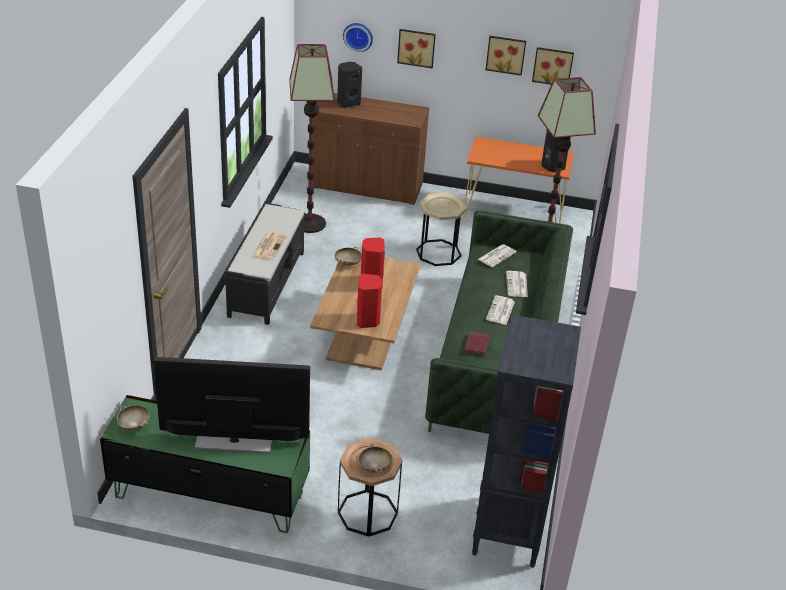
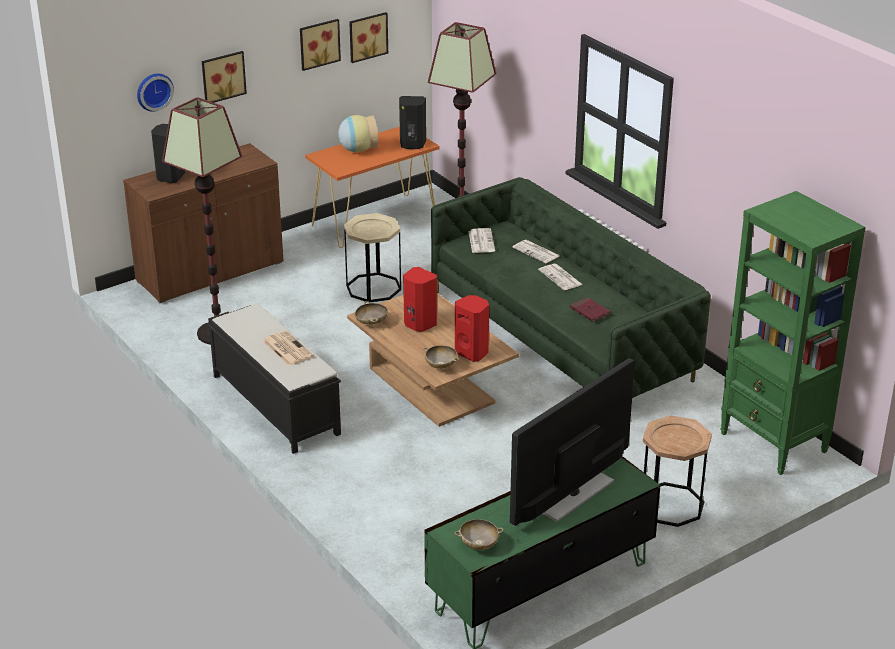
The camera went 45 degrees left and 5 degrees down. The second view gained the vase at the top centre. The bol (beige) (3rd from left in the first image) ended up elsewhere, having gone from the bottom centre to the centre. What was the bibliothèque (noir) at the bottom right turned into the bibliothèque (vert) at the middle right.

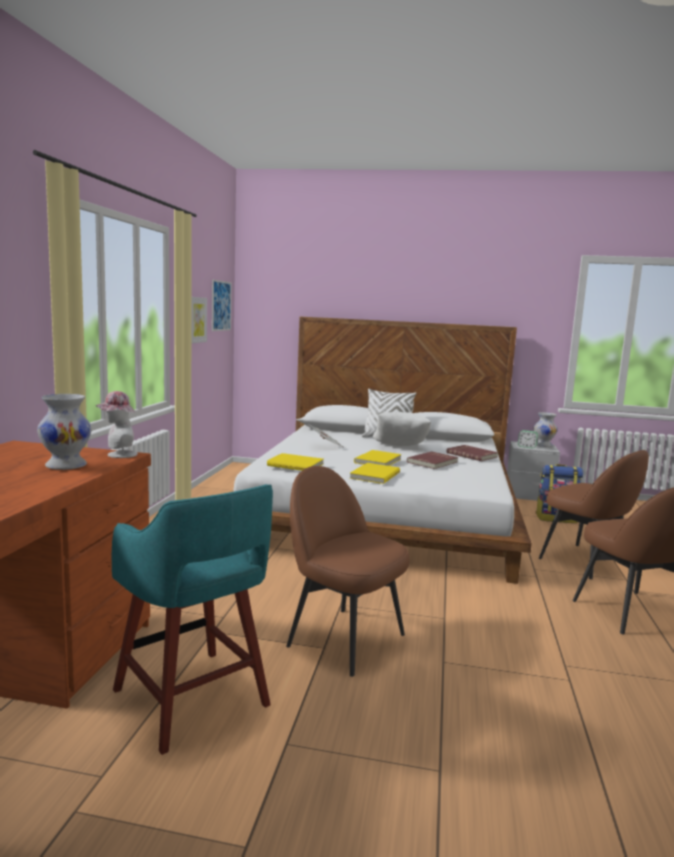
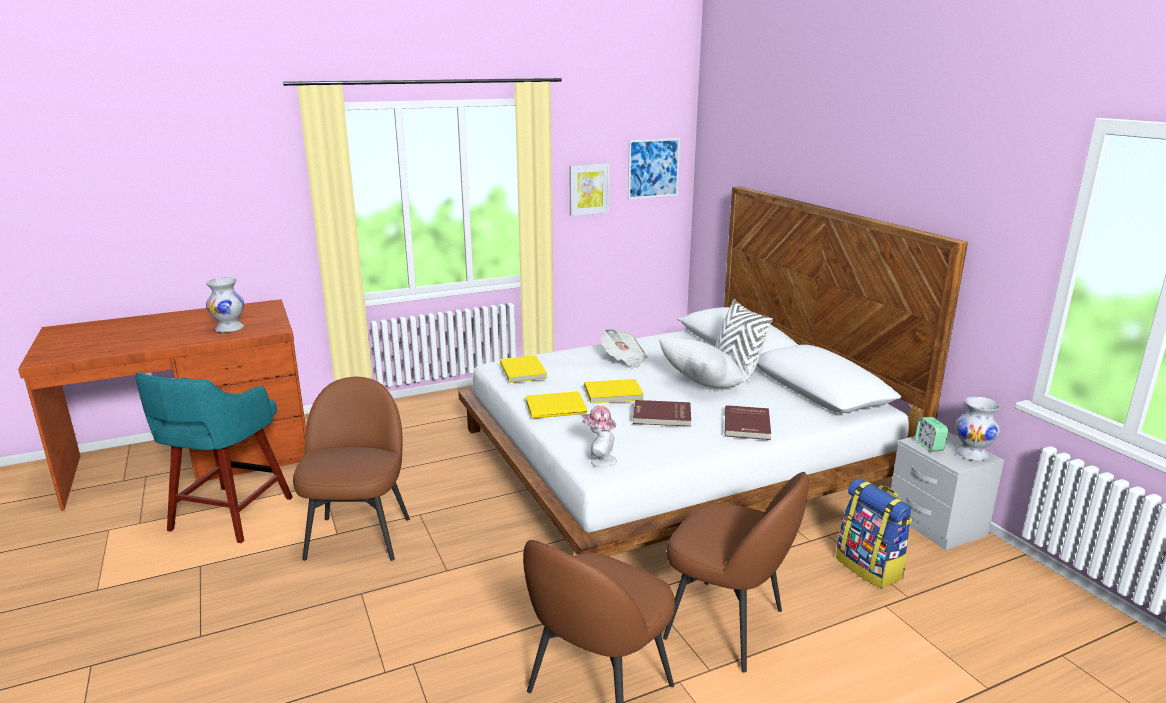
The camera went 55 degrees right and 10 degrees up. The chapeau ended up elsewhere, having gone from the middle left to the centre. The chaise (marron) (2nd from left in the first image) at the middle right ended up facing another way, 75 degrees counterclockwise from before.

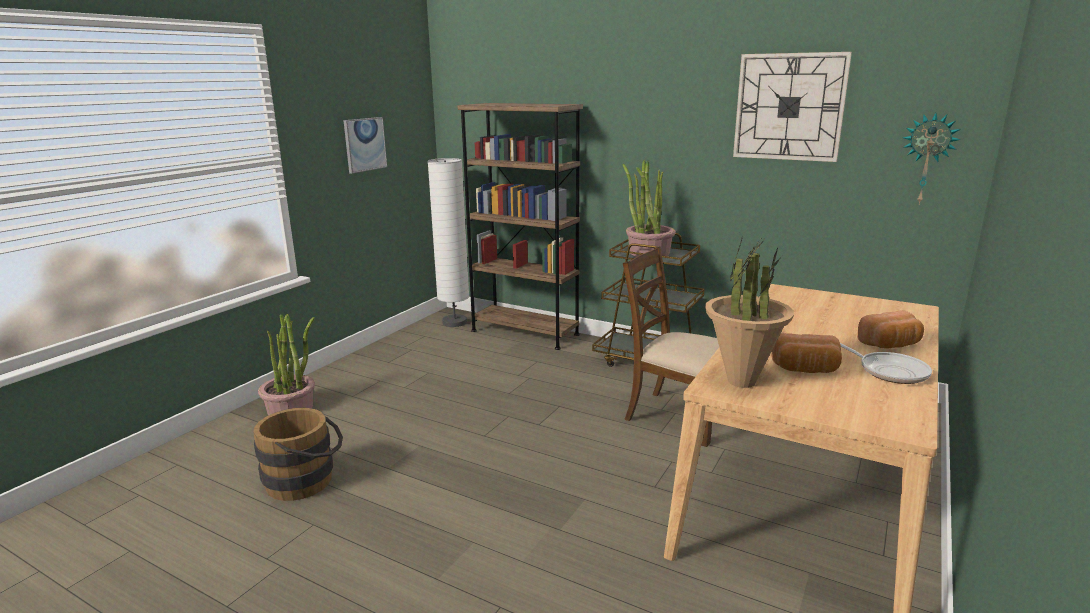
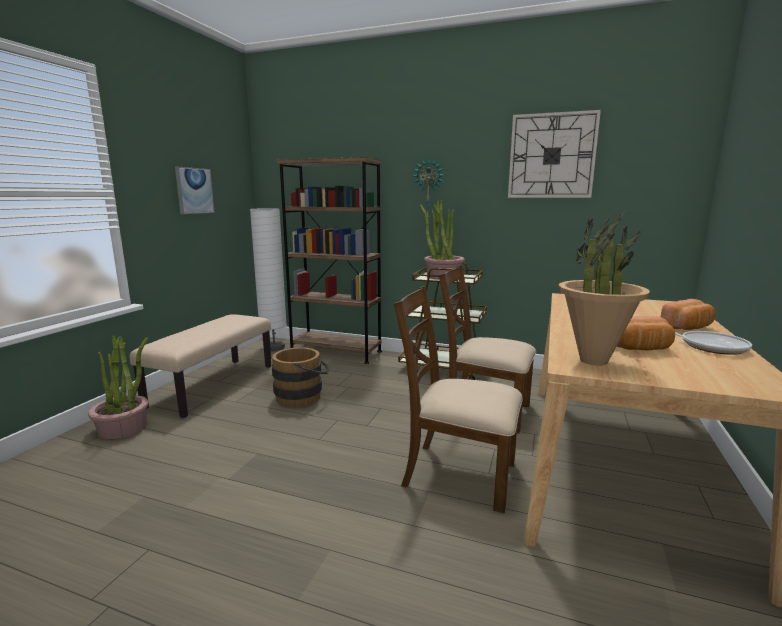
The camera went 10 degrees left and 5 degrees down. The second view gained the banc (beige) at the middle left. The second view gained the chaise (marron) (1st from left) at the centre. The seau (marron) ended up elsewhere, having gone from the bottom left to the centre. The horloge murale (2nd from left in the first image) ended up elsewhere, having gone from the top right to the top centre.

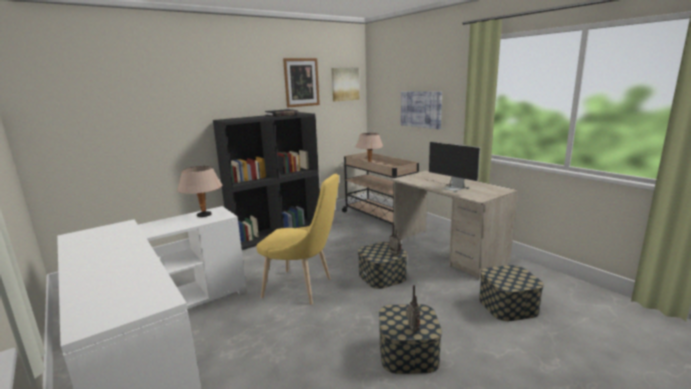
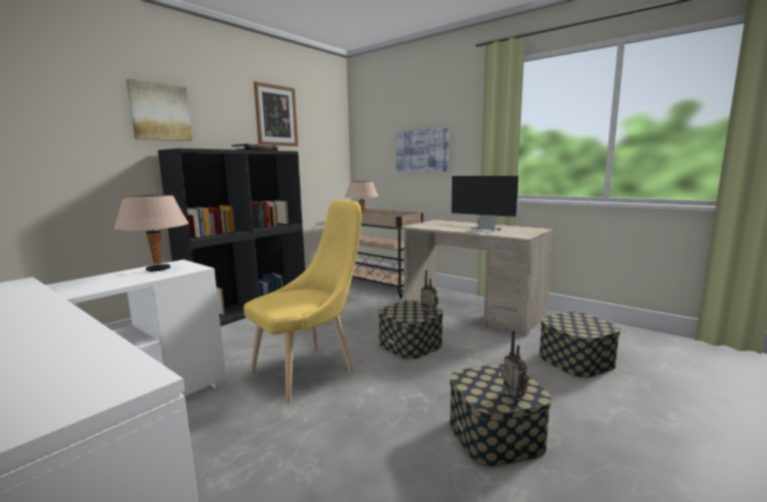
The camera went 15 degrees left and 5 degrees down. The tableau (2nd from left in the first image) ended up elsewhere, having gone from the top centre to the top left. The chaise (jaune) at the centre ended up facing another way, 45 degrees counterclockwise from before.

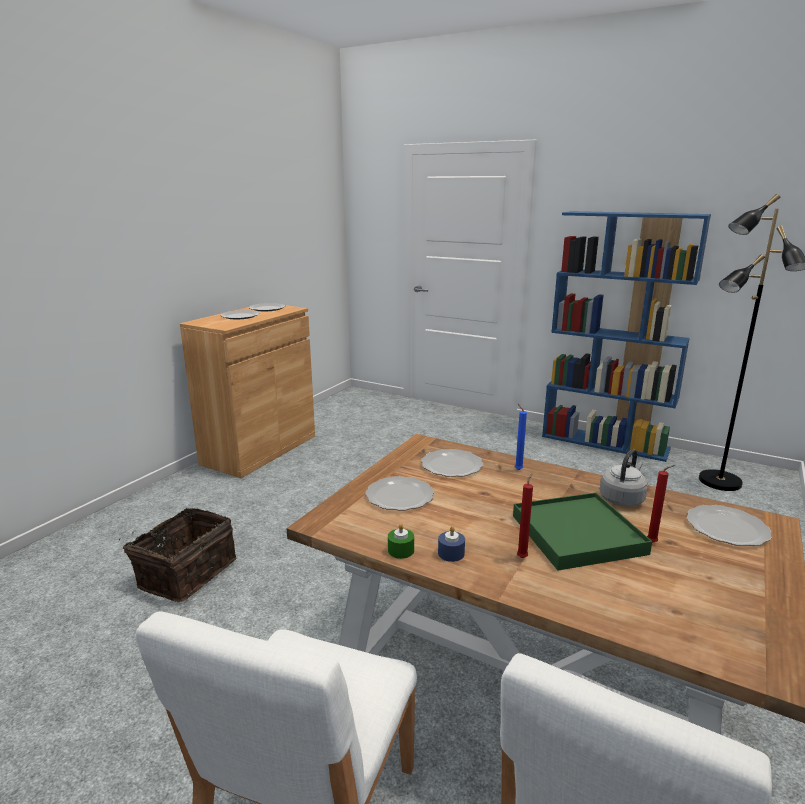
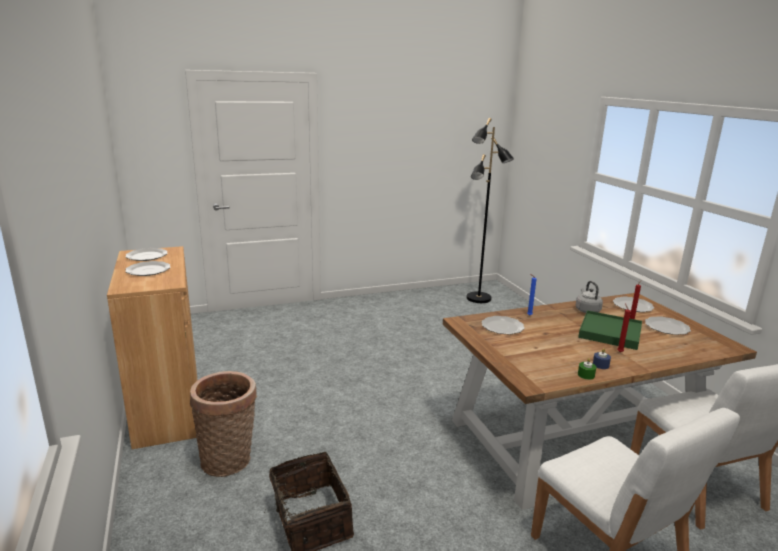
The camera went 50 degrees left and 0 degrees up. The second view lost the bibliothèque (bleu) at the middle right. The second view gained the panier (1st from left) at the bottom left. The assiette (3rd from left in the first image) ended up elsewhere, having gone from the centre to the middle right.

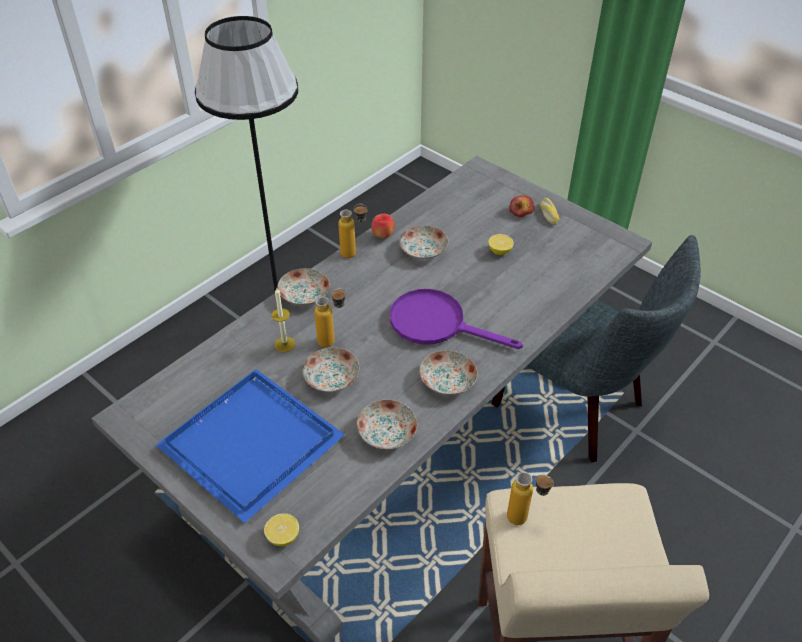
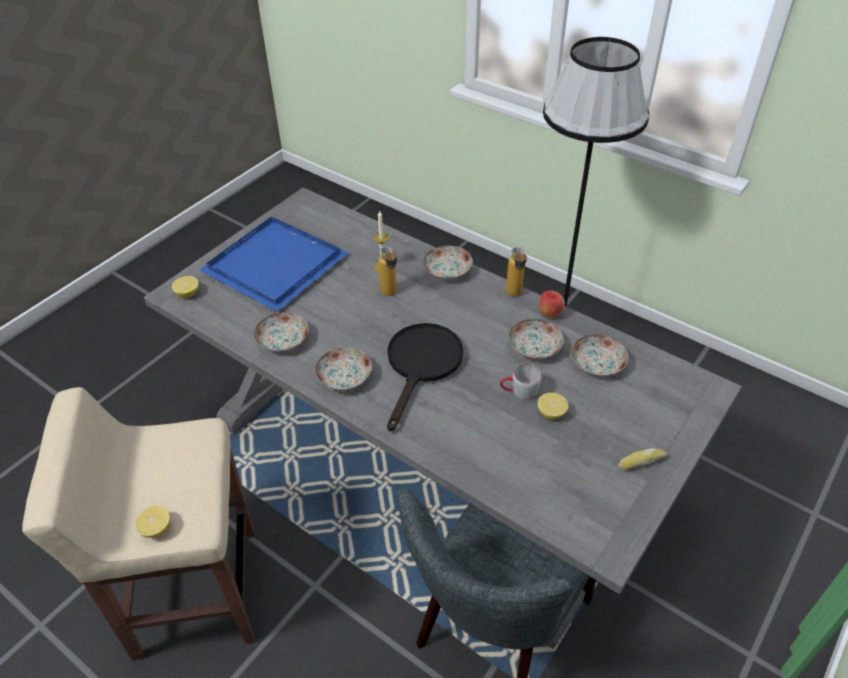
The camera went 85 degrees right and 0 degrees up. The second view lost the bouteille (3rd from left) at the bottom centre. The second view lost the pomme (2nd from left) at the top centre. The second view gained the citron (1st from left) at the bottom left. The second view gained the mug (gris) at the centre. The assiette (2nd from left in the first image) ended up elsewhere, having gone from the centre to the middle right. What was the poêle (violet) at the centre turned into the poêle (noir) at the centre.

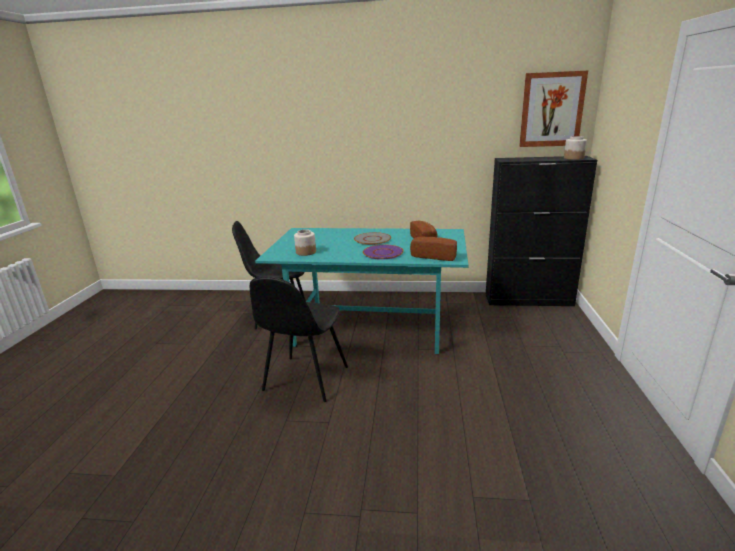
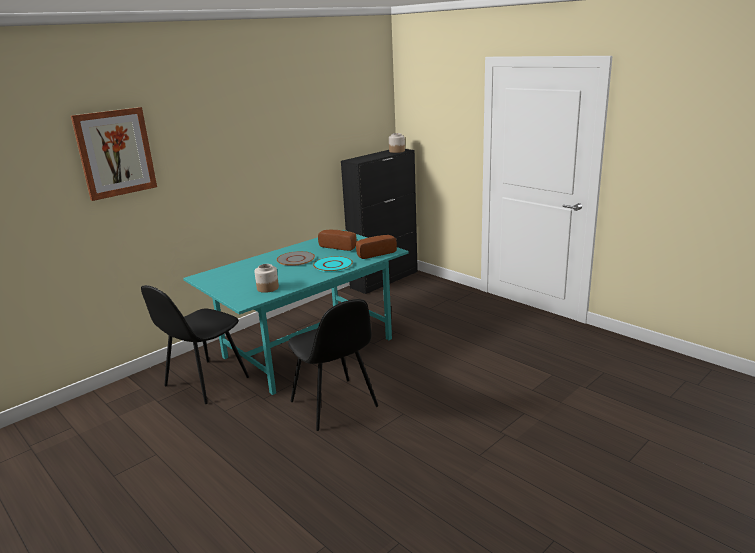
The camera went 50 degrees left and 0 degrees up. The tableau ended up elsewhere, having gone from the top right to the top left. What was the assiette (violet) at the centre turned into the assiette (turquoise) at the centre.

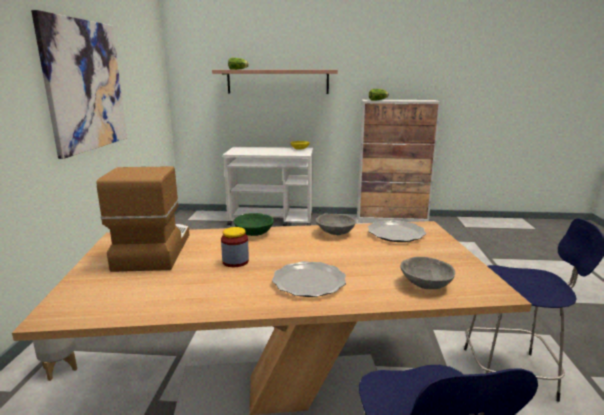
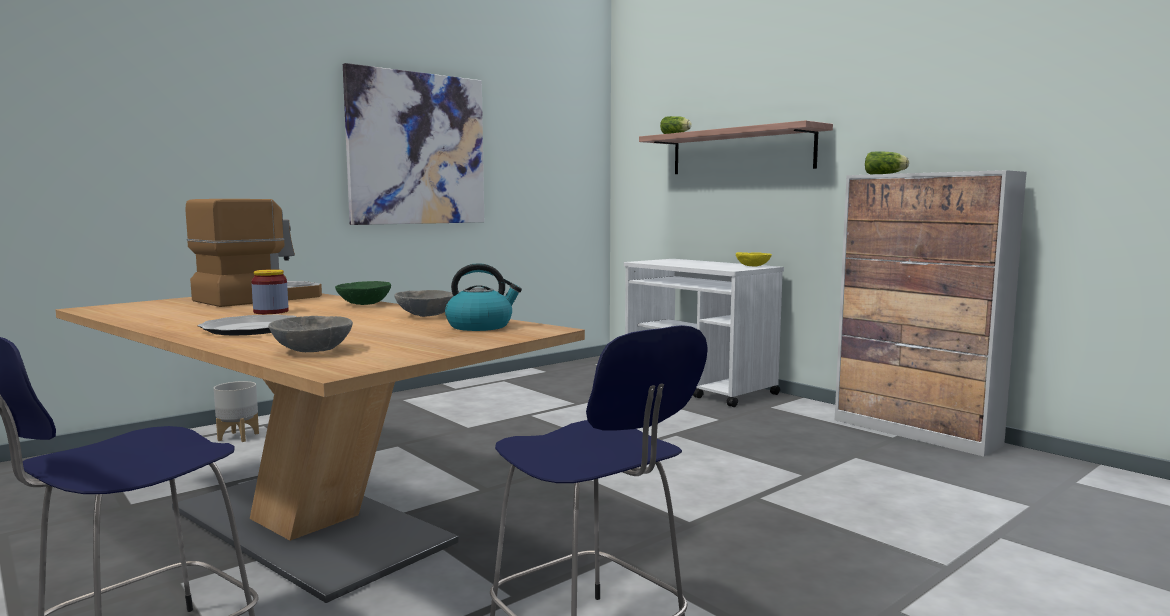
The camera went 45 degrees right and 10 degrees down. Where the assiette (2nd from left) stood at the centre, the bouilloire came to stand at the centre.

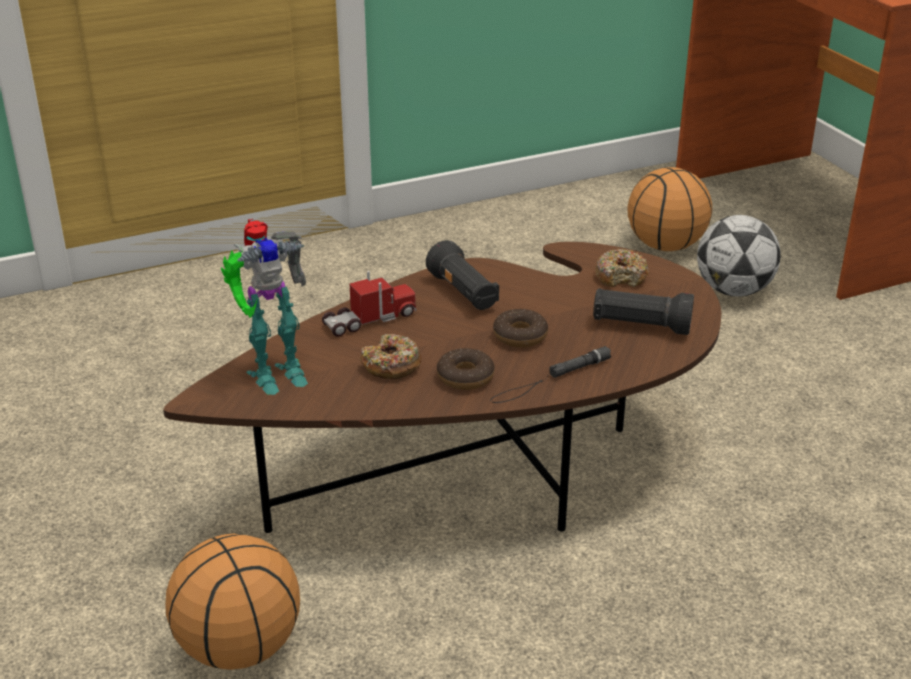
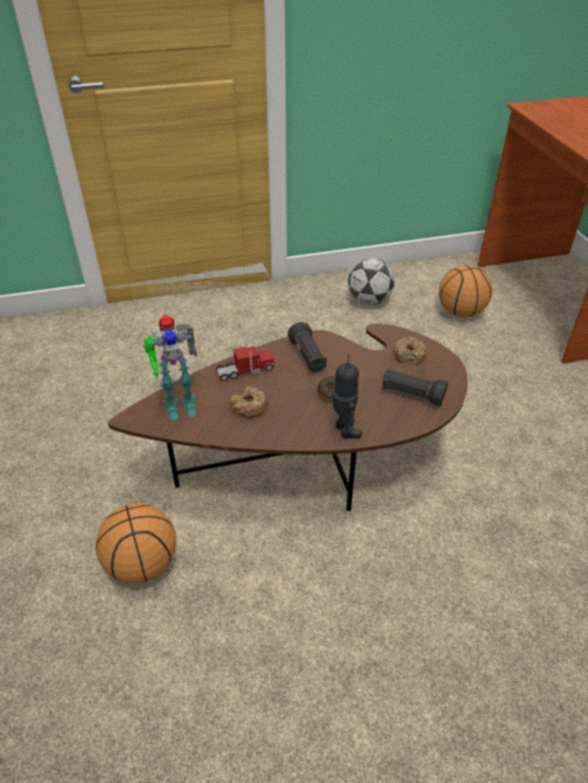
The camera went 10 degrees right and 10 degrees up. The second view lost the beignet (2nd from left) at the centre. The ballon de foot ended up elsewhere, having gone from the middle right to the centre. Where the lampe de poche (noir) (2nd from left) stood at the centre, the robot jouet (2nd from left) came to stand at the centre.

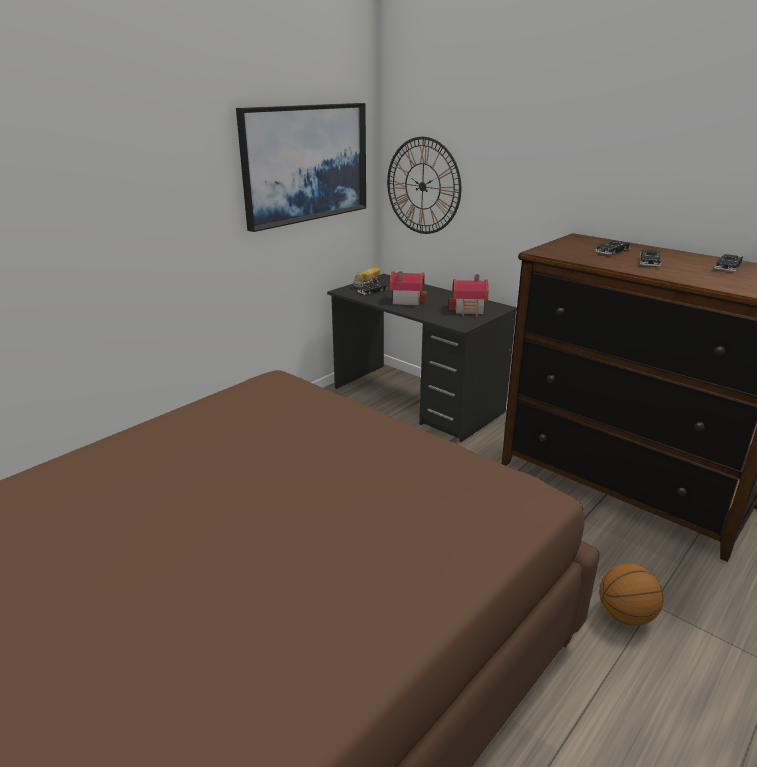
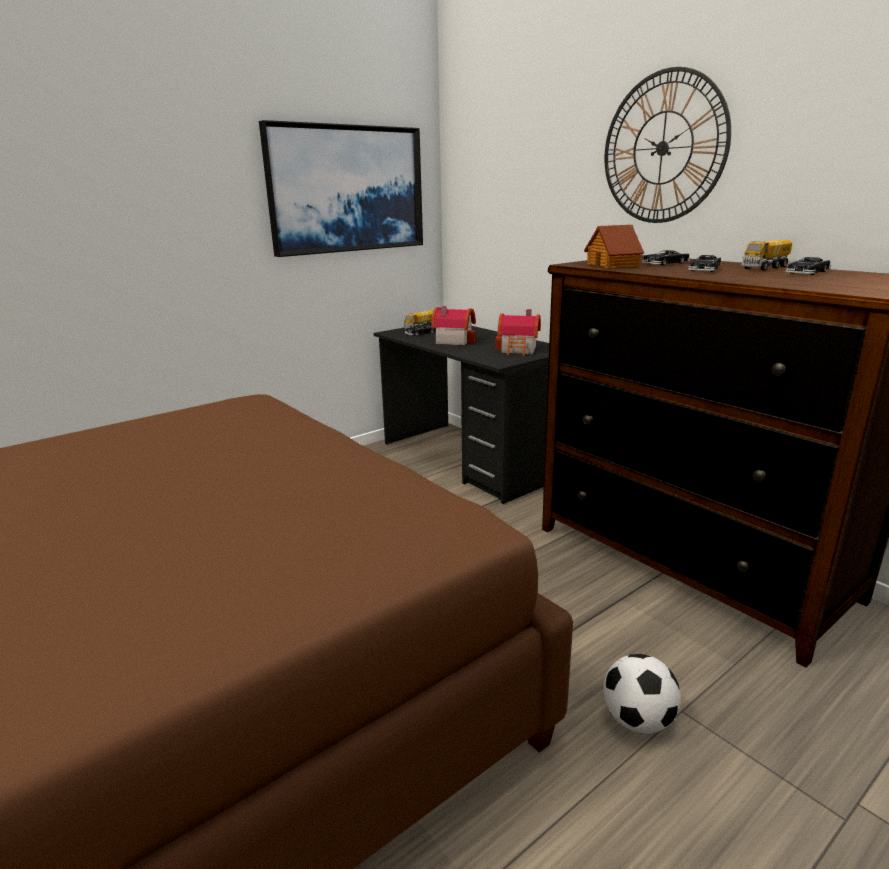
The camera went 10 degrees right and 5 degrees down. The second view gained the maison miniature (3rd from left) at the top right. The second view gained the camion jouet (2nd from left) at the top right. The horloge murale ended up elsewhere, having gone from the top centre to the top right. Where the ballon de basket stood at the bottom right, the ballon de foot came to stand at the bottom right.

